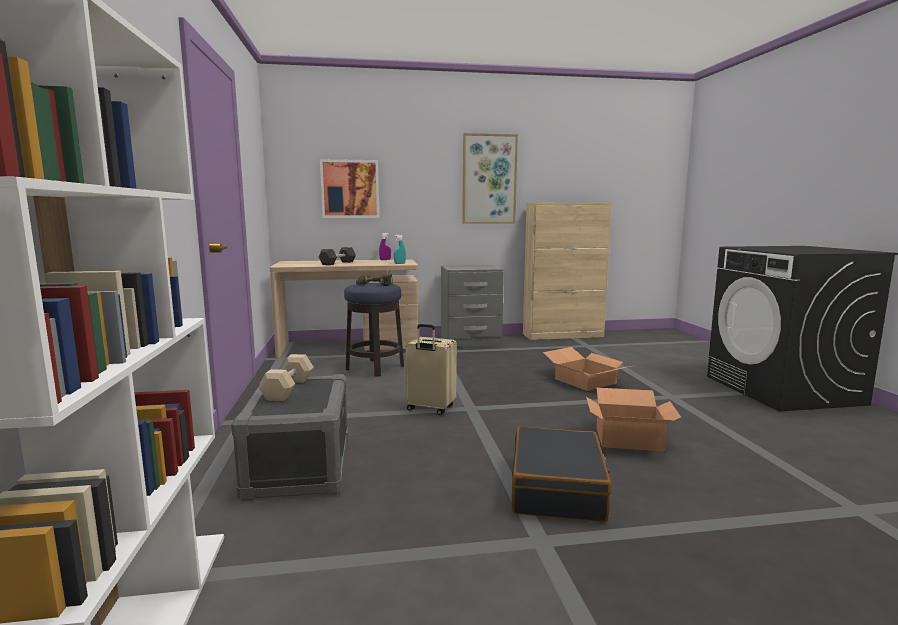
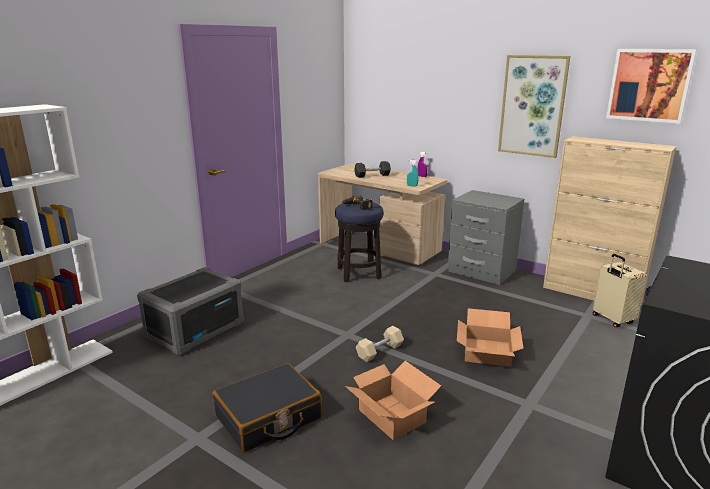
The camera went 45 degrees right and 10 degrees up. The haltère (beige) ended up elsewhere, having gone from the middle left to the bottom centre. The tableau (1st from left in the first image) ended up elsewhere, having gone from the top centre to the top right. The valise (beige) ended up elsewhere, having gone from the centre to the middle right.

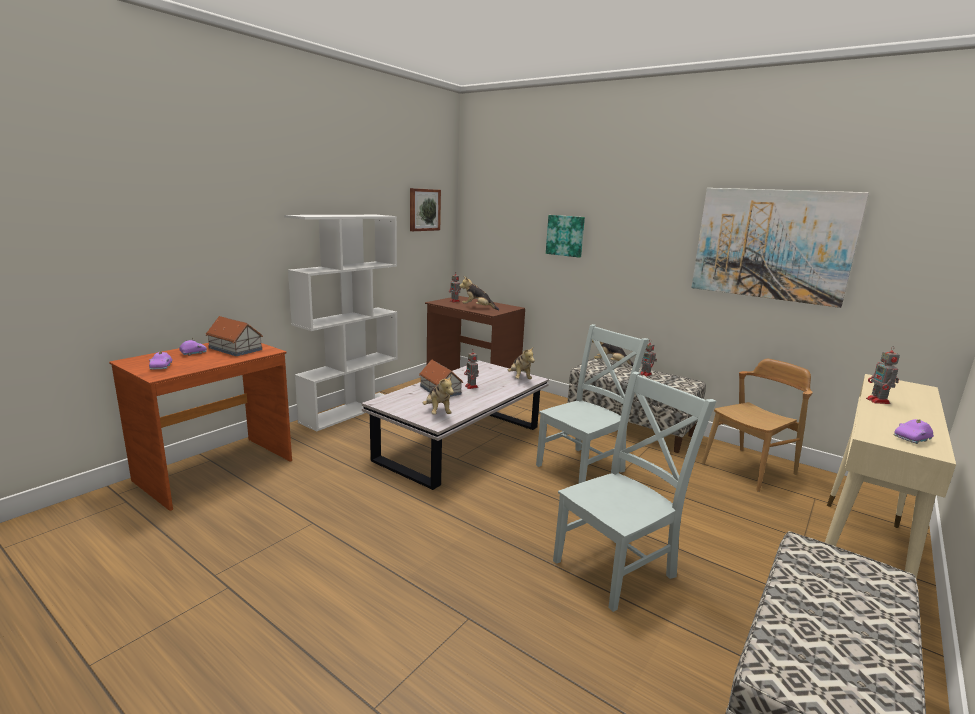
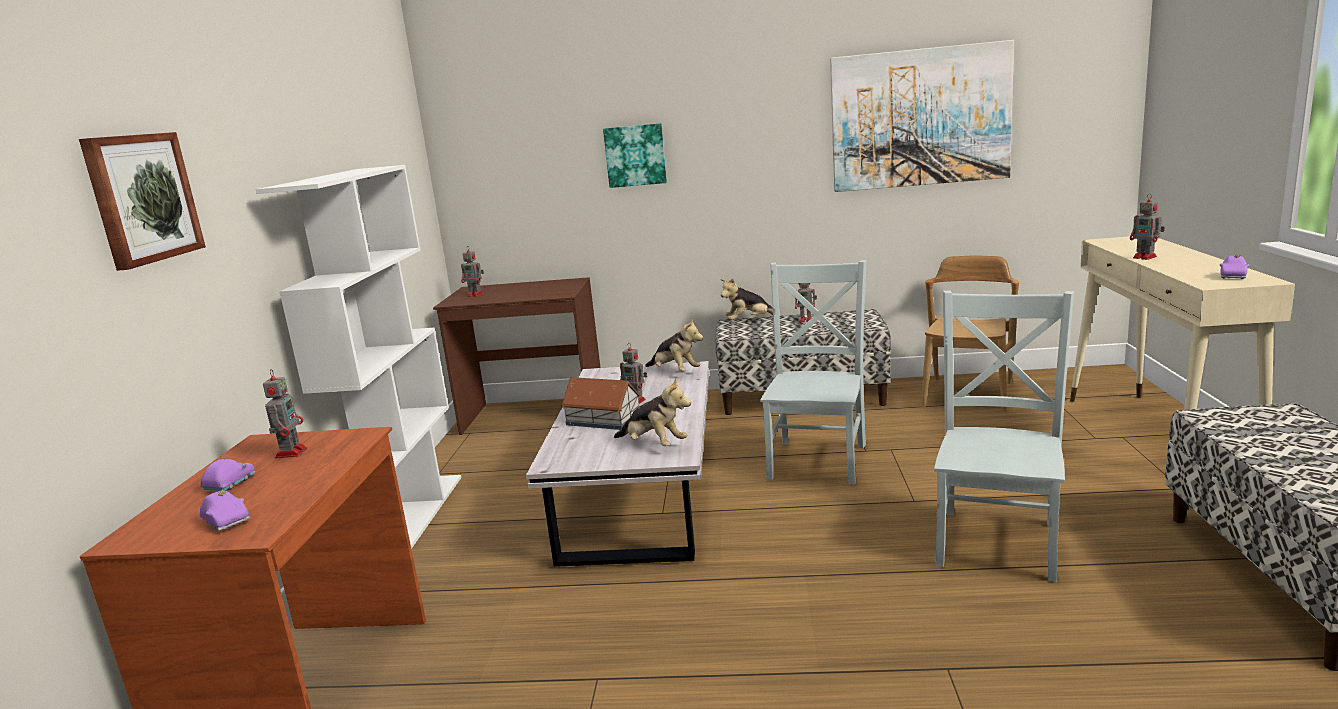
The camera went 30 degrees left and 0 degrees up. The second view lost the peluche (2nd from left) at the centre. The tableau (1st from left) ended up elsewhere, having gone from the top centre to the top left. Where the maison miniature (1st from left) stood at the middle left, the robot jouet (1st from left) came to stand at the middle left.

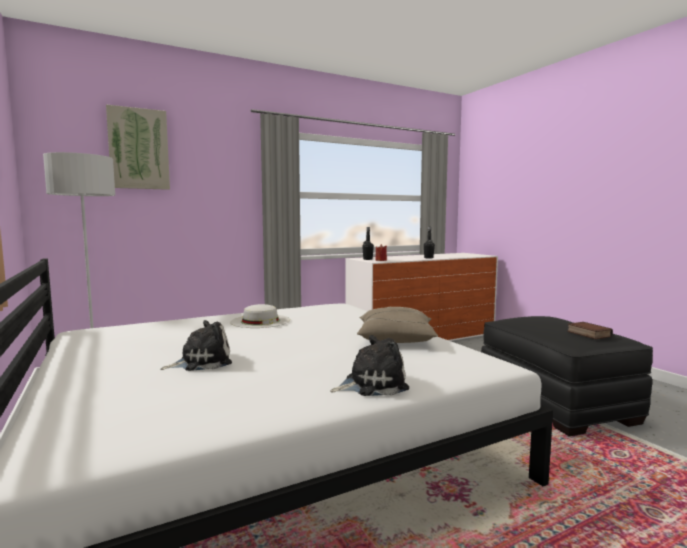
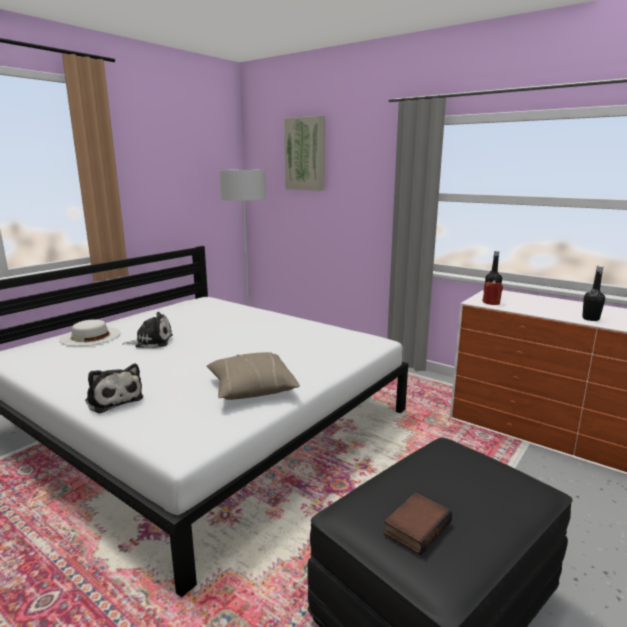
The camera went 65 degrees right and 10 degrees up. The chapeau (blanc) ended up elsewhere, having gone from the centre to the middle left. The peluche (1st from left in the first image) at the middle left ended up facing another way, 45 degrees counterclockwise from before.

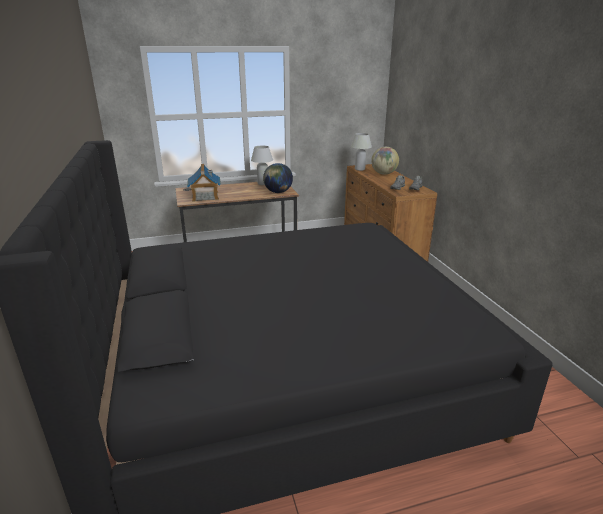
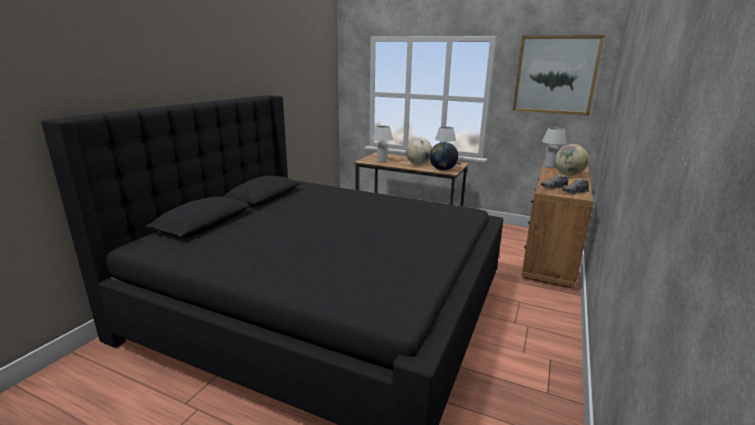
The camera went 40 degrees right and 5 degrees down. The second view gained the globe (1st from left) at the centre. The second view gained the tableau at the top right. Where the maison miniature stood at the centre, the lampe de table (blanc) (1st from left) came to stand at the centre.

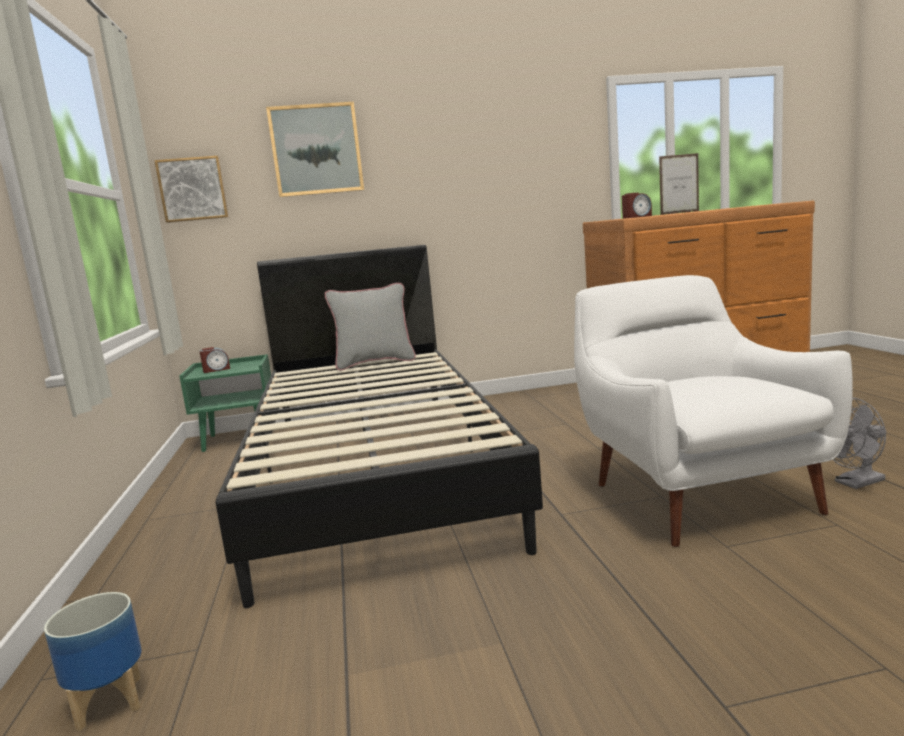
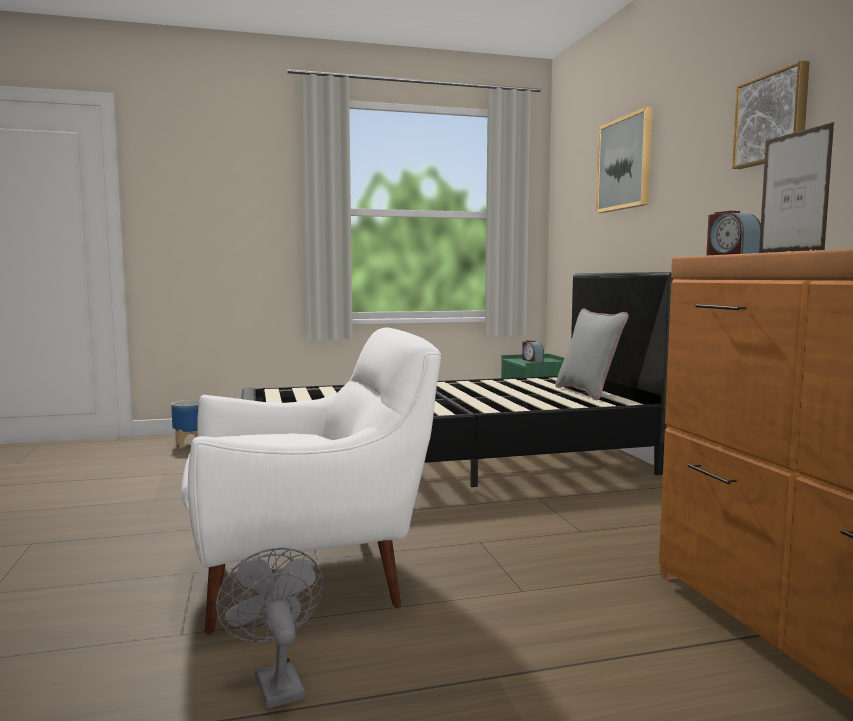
The camera went 85 degrees right and 5 degrees down. The tableau (1st from left in the first image) ended up elsewhere, having gone from the top left to the top right.

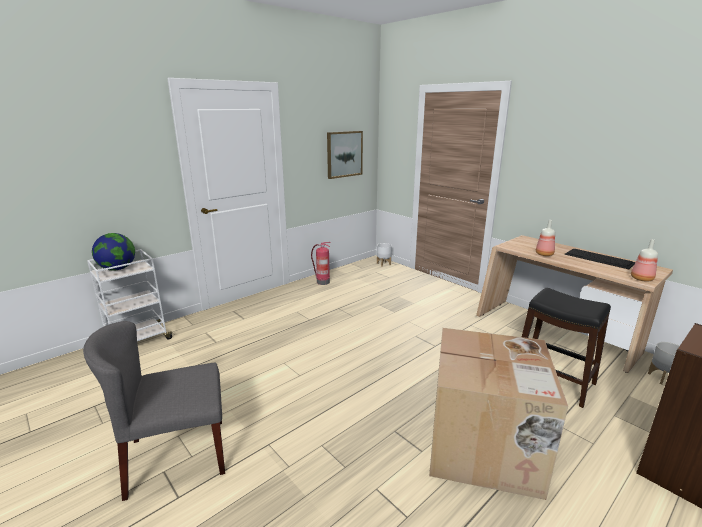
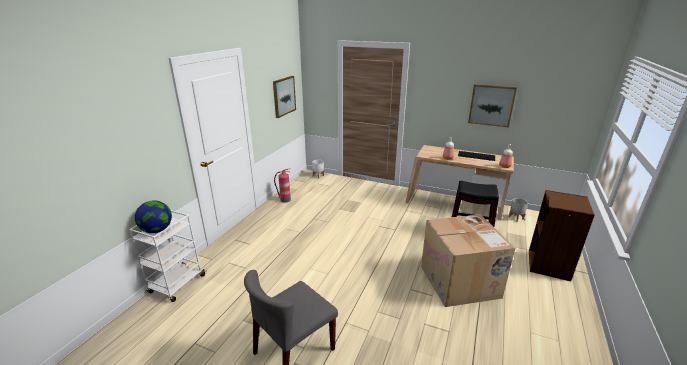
The camera went 25 degrees left and 5 degrees up. The second view gained the tableau (2nd from left) at the top right.

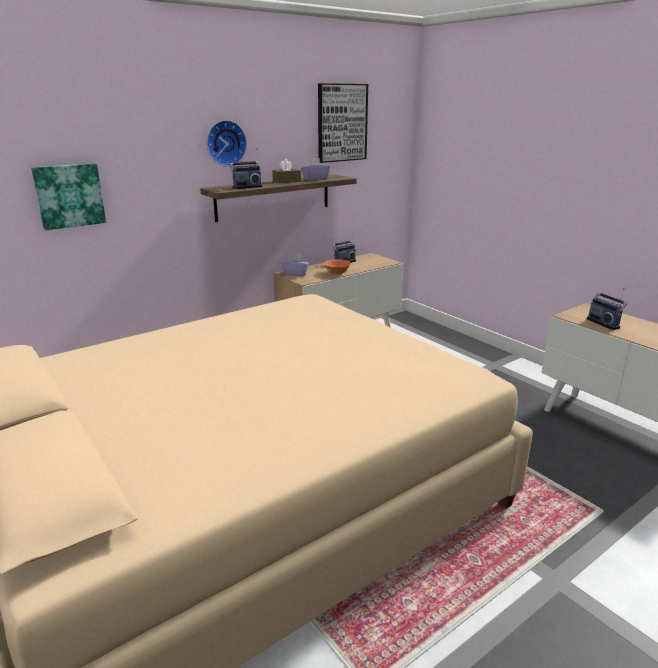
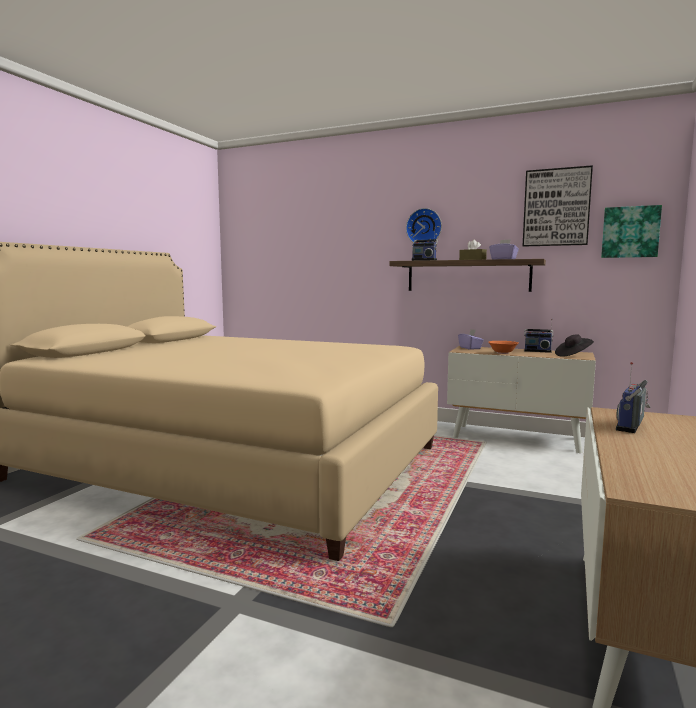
The camera went 60 degrees right and 15 degrees down. The second view gained the chapeau (noir) at the middle right. The tableau (1st from left in the first image) ended up elsewhere, having gone from the top left to the top right.

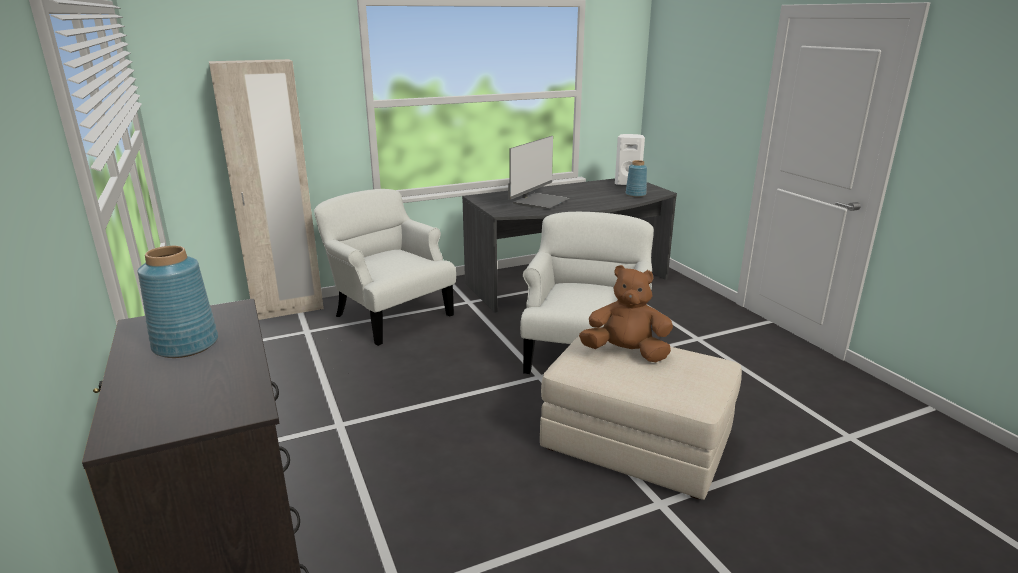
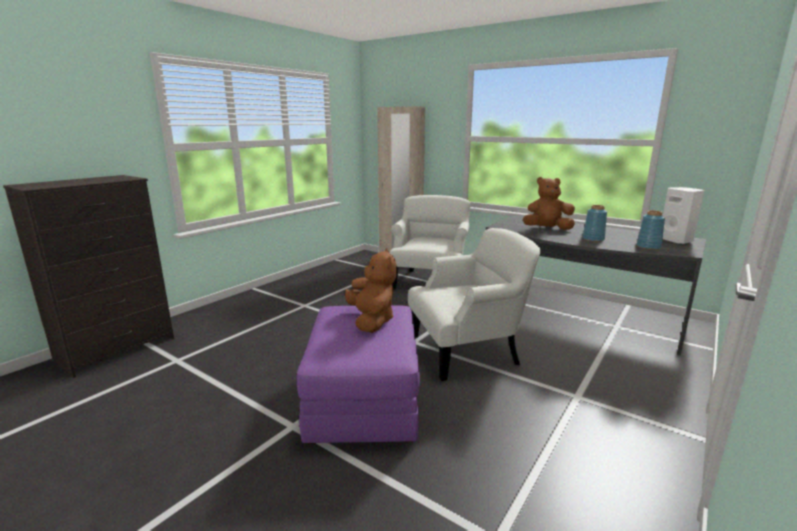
The camera went 60 degrees right and 5 degrees down. The vase (bleu) (1st from left) ended up elsewhere, having gone from the middle left to the middle right. Where the écran d'ordinateur stood at the top centre, the peluche (marron) (2nd from left) came to stand at the middle right. What was the pouf (beige) at the bottom centre turned into the pouf (violet) at the bottom centre.

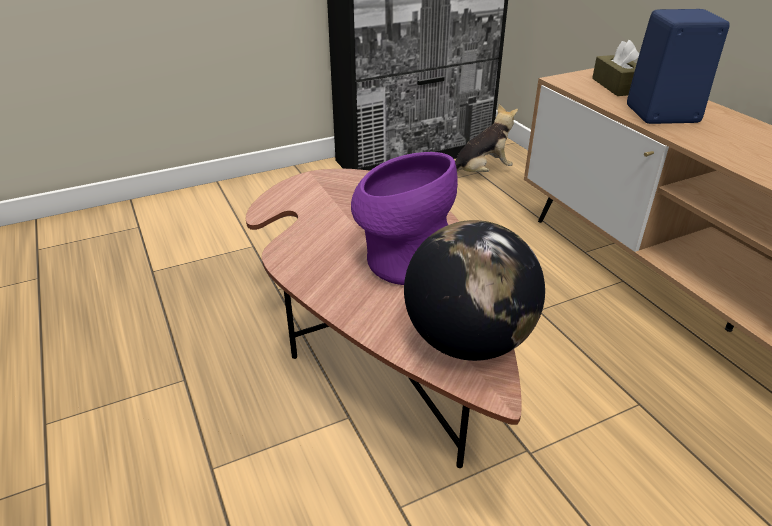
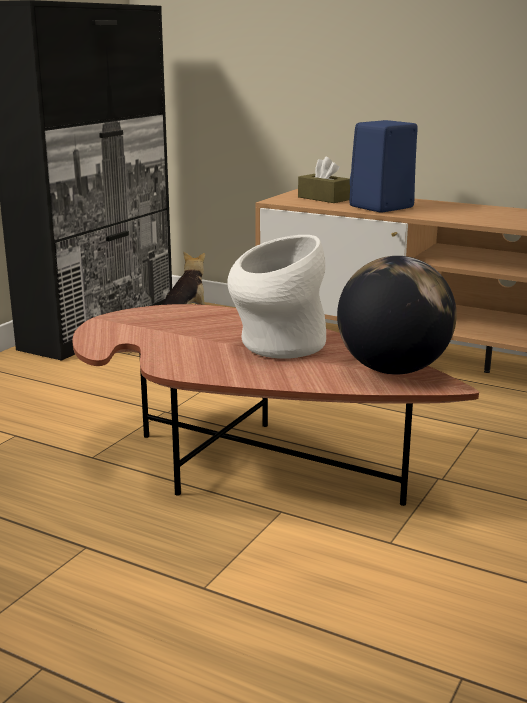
The camera went 35 degrees left and 15 degrees down. What was the vase (violet) at the centre turned into the vase (blanc) at the centre.

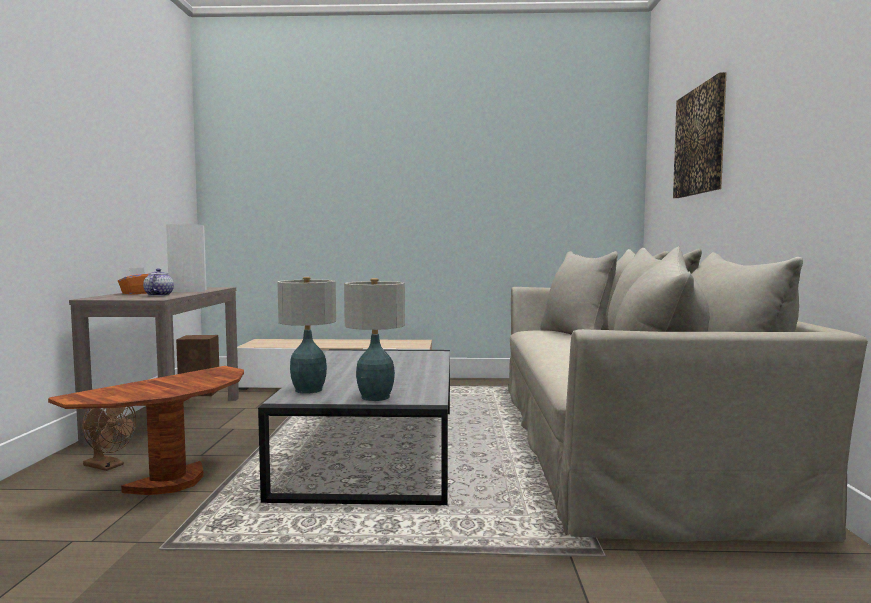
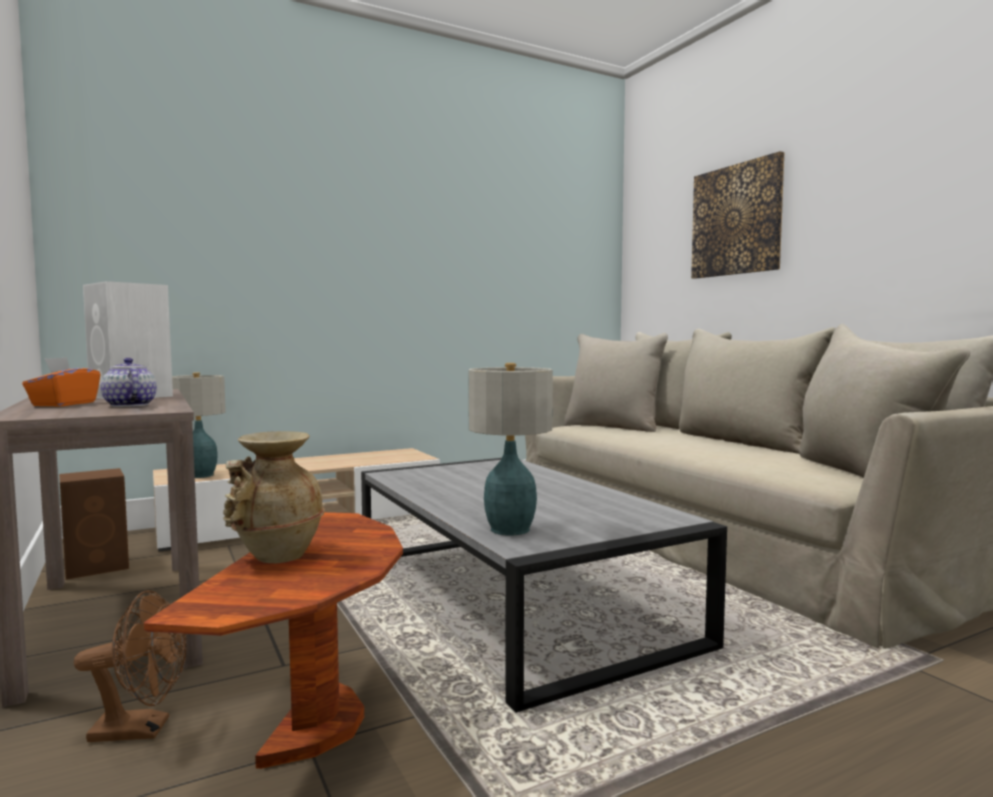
The camera went 30 degrees left and 0 degrees up. The second view gained the vase (beige) at the middle left. The lampe de table (2nd from left in the first image) ended up elsewhere, having gone from the centre to the middle left.

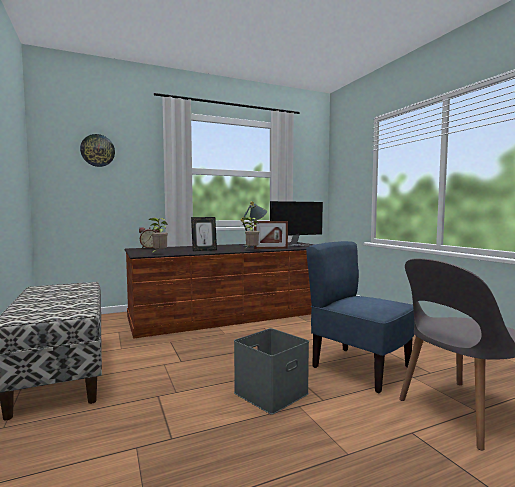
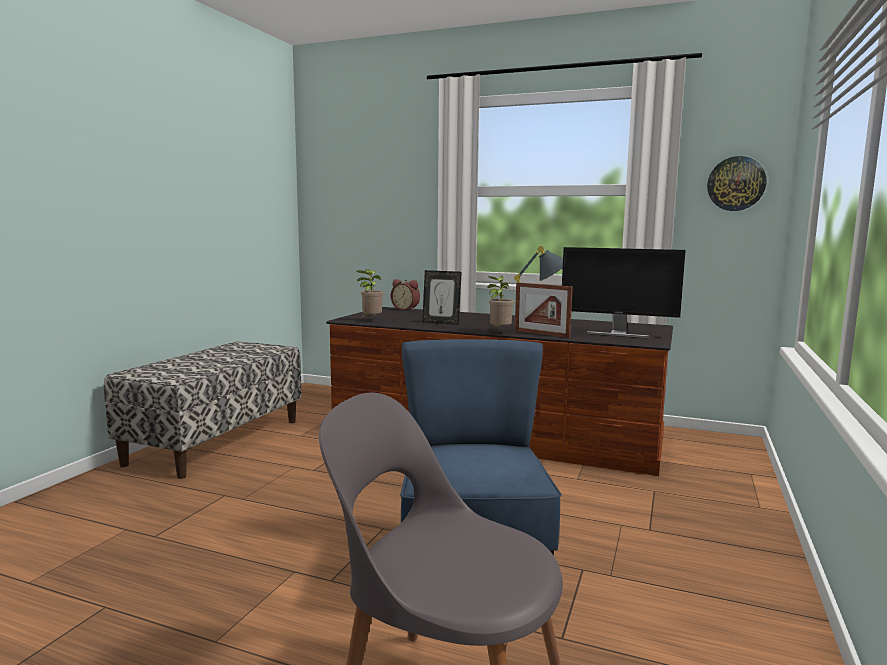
The camera went 45 degrees right and 5 degrees up. The second view lost the boîte de rangement (gris) at the bottom centre. The horloge murale ended up elsewhere, having gone from the top left to the top right.

